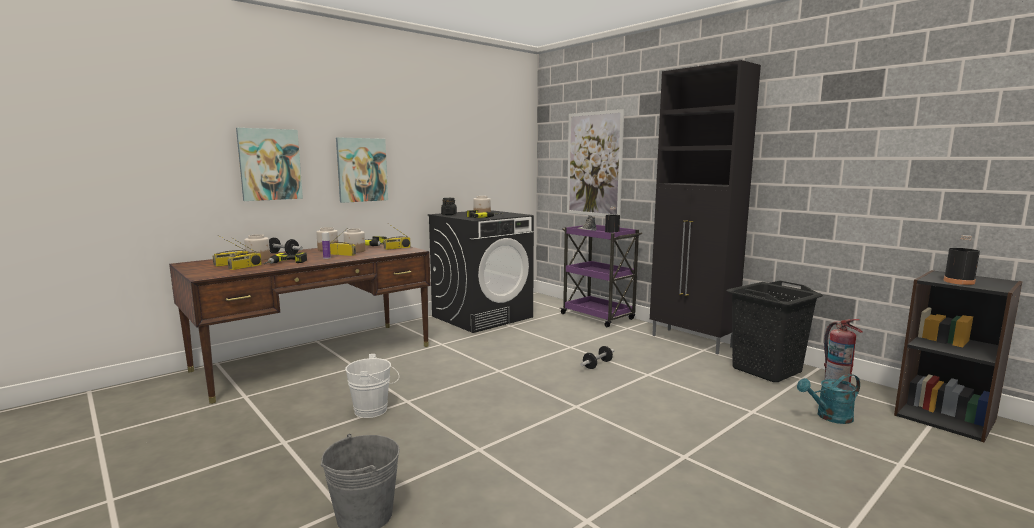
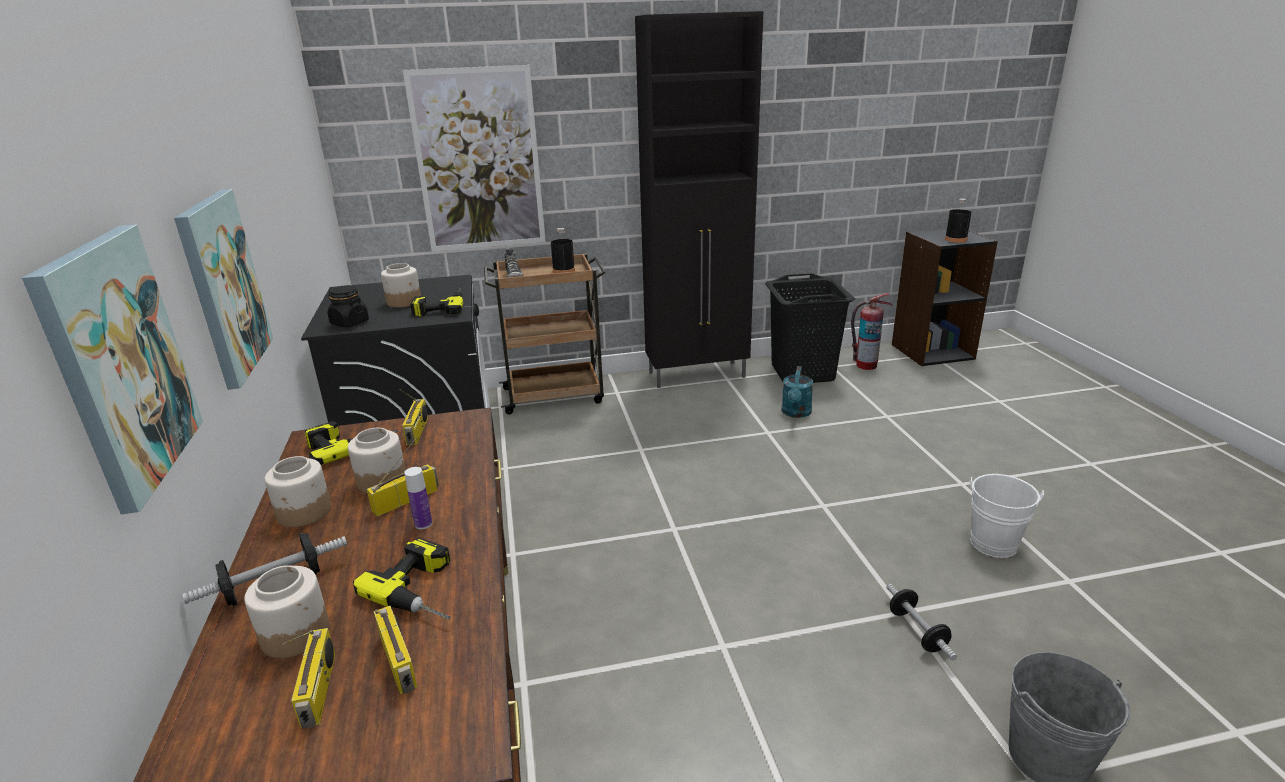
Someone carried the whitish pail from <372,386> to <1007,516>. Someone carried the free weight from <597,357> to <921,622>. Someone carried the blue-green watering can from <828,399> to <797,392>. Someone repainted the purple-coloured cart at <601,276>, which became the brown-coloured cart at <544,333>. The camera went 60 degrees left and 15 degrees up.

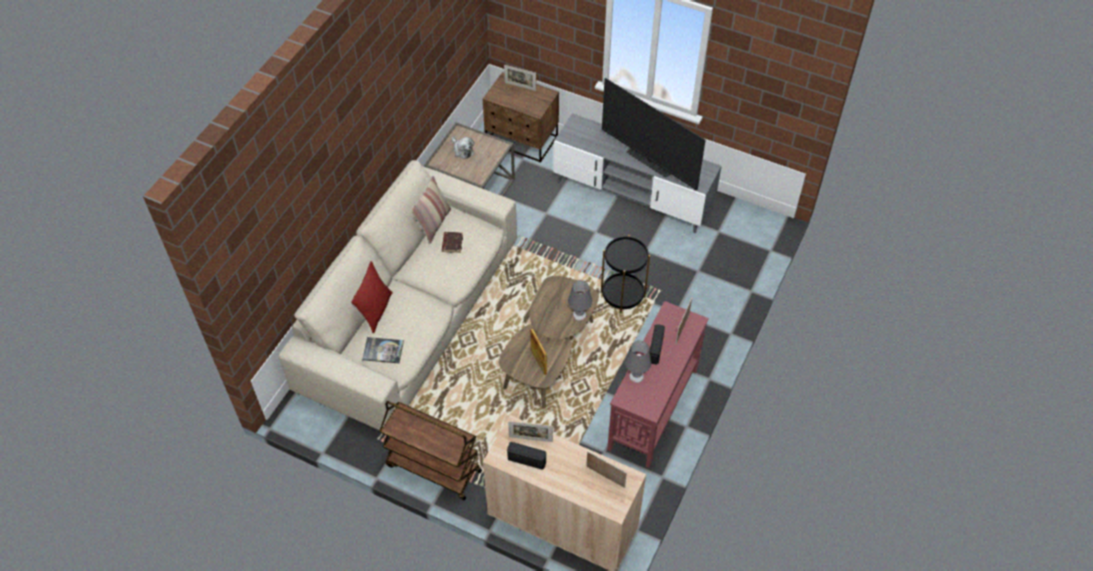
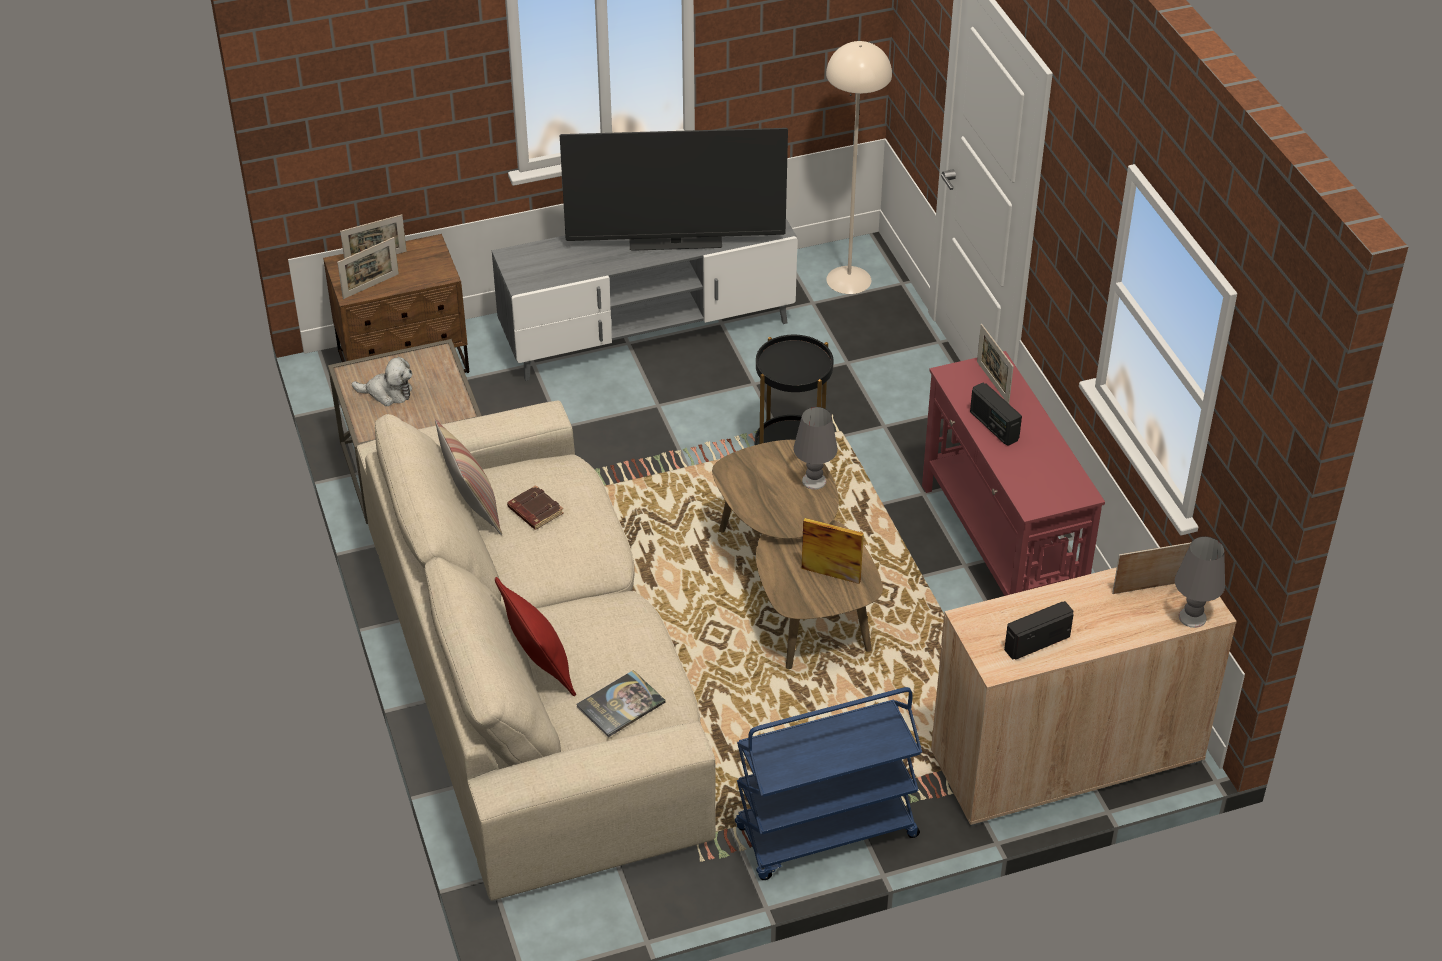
Someone put down the beige standing lamp at <859,167>. Someone carried the picture frame from <530,431> to <368,268>. Someone carried the grey table lamp from <638,362> to <1200,582>. Someone repainted the brown-coloured cart at <430,450>, which became the blue cart at <828,783>. The camera went 45 degrees left and 10 degrees down.

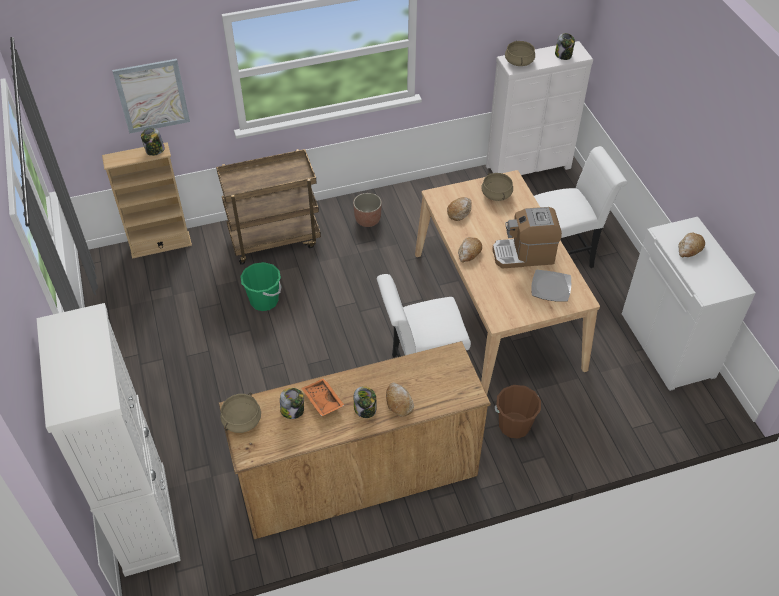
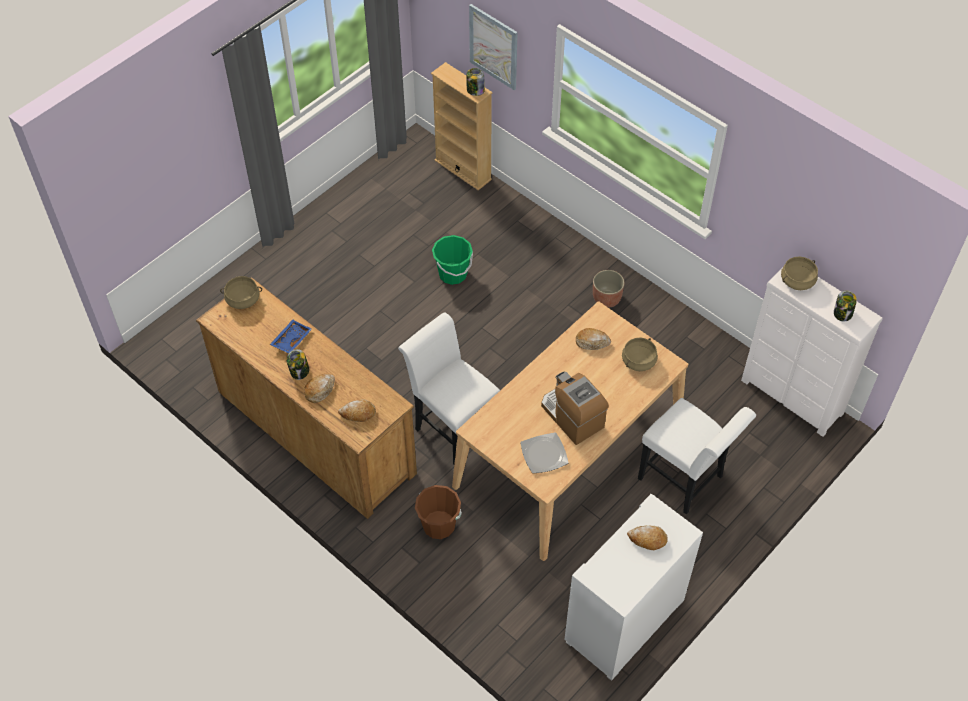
Someone took away the whitish cupboard at <108,440>. Someone took away the brown-coloured cart at <268,207>. Someone took away the storage jar at <292,403>. Someone carried the bakery bread from <470,250> to <357,411>. Someone repainted the orange carrying tray at <323,397>, which became the blue carrying tray at <291,336>. The camera went 60 degrees right and 5 degrees up.

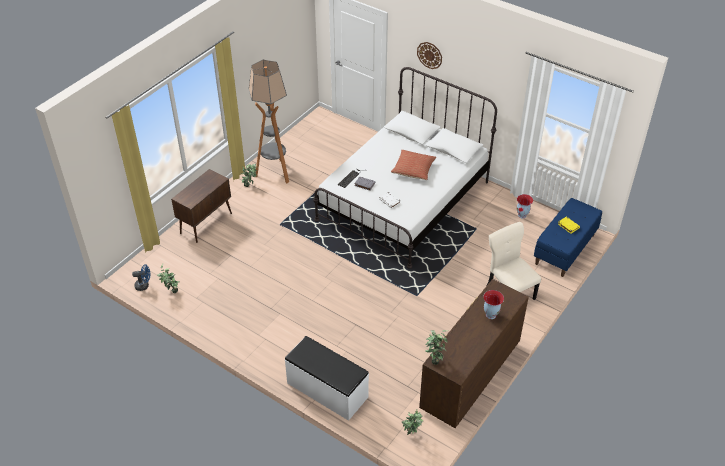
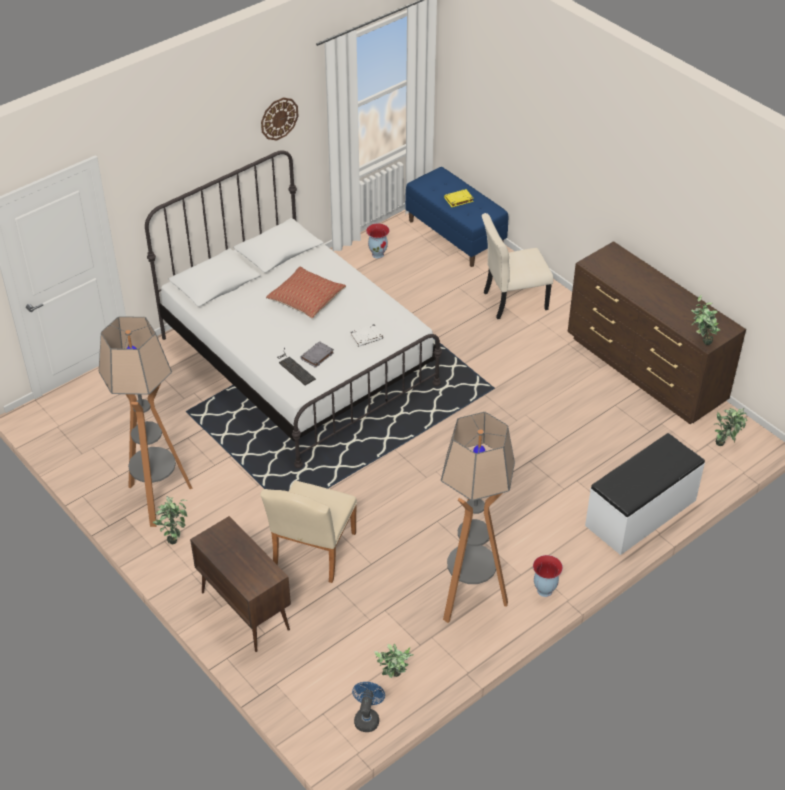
Someone put down the beige upright chair at <308,532>. Someone put down the standing lamp at <478,517>. Someone carried the wall clock from <429,55> to <279,119>. Someone carried the flower vase from <494,304> to <548,576>. The camera went 75 degrees left and 0 degrees up.

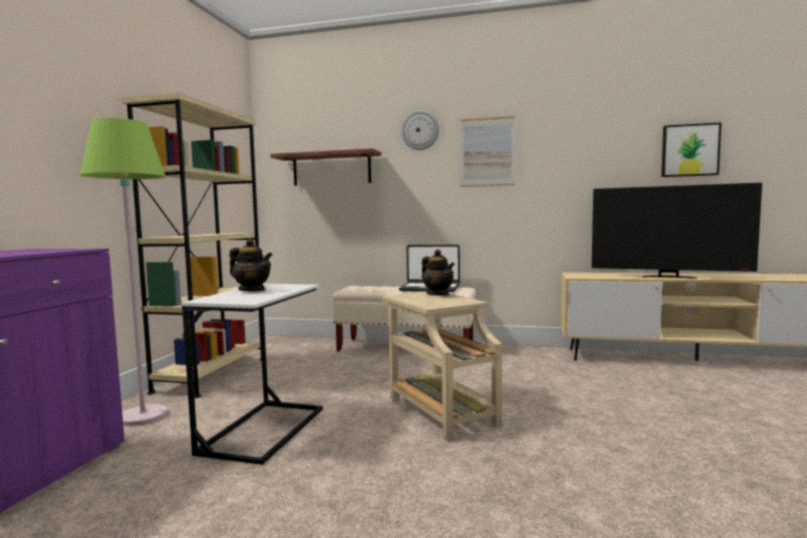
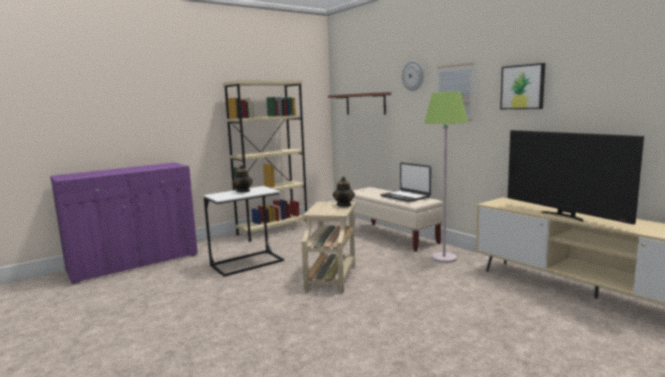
Someone carried the green-coloured standing lamp from <123,272> to <446,177>. Someone carried the picture from <691,149> to <522,86>. The camera went 40 degrees right and 5 degrees up.

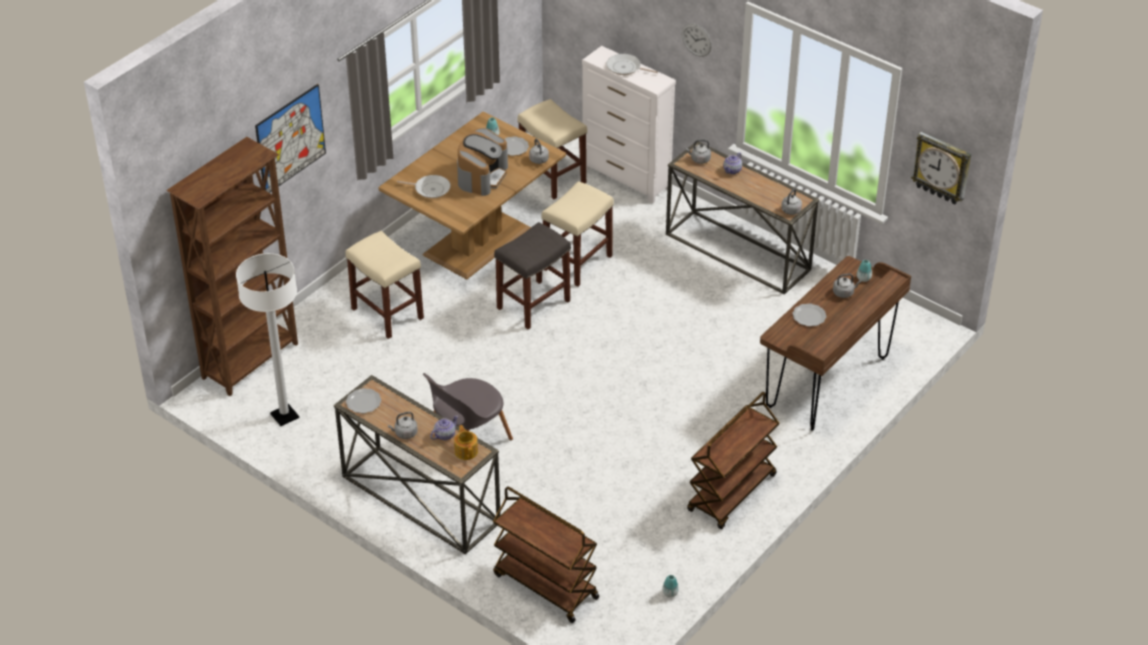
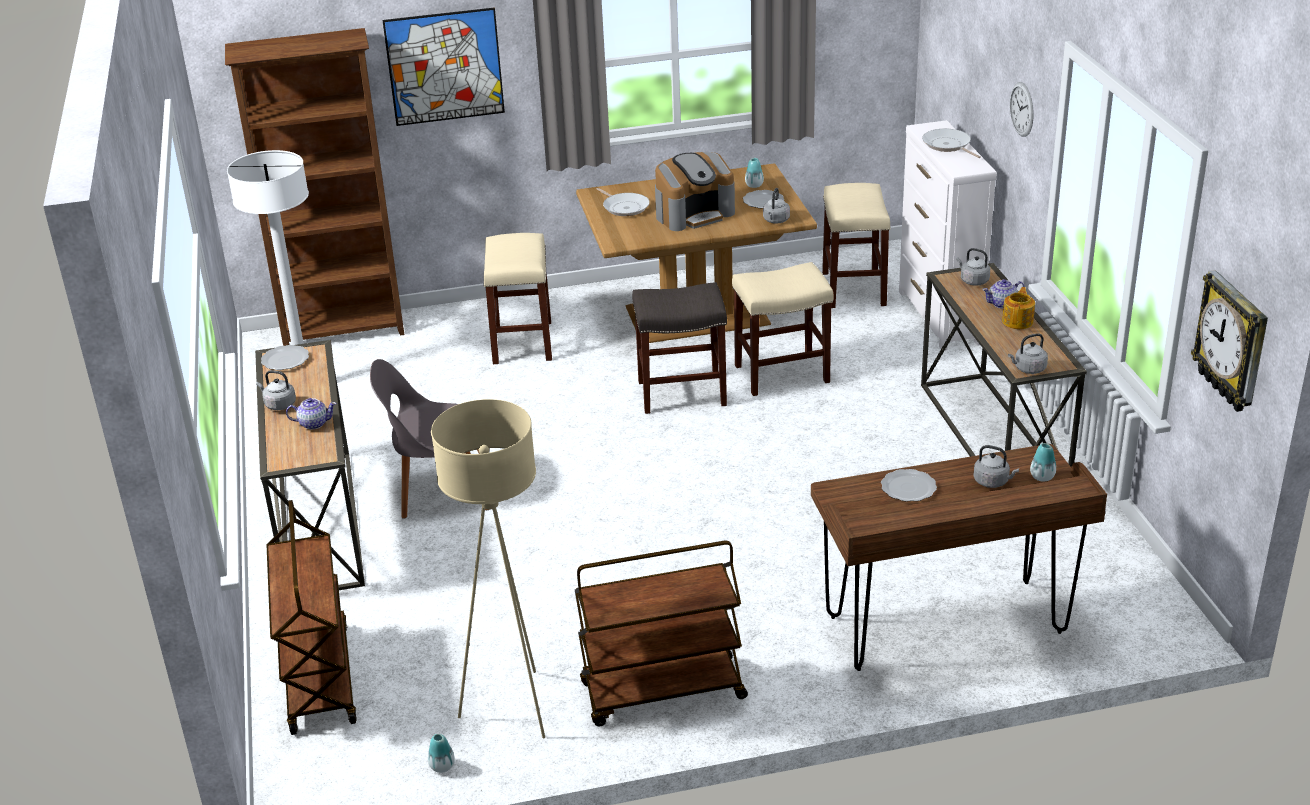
Someone put down the beige standing lamp at <488,568>. Someone carried the pot for tea from <466,442> to <1018,308>. The camera went 40 degrees right and 10 degrees down.

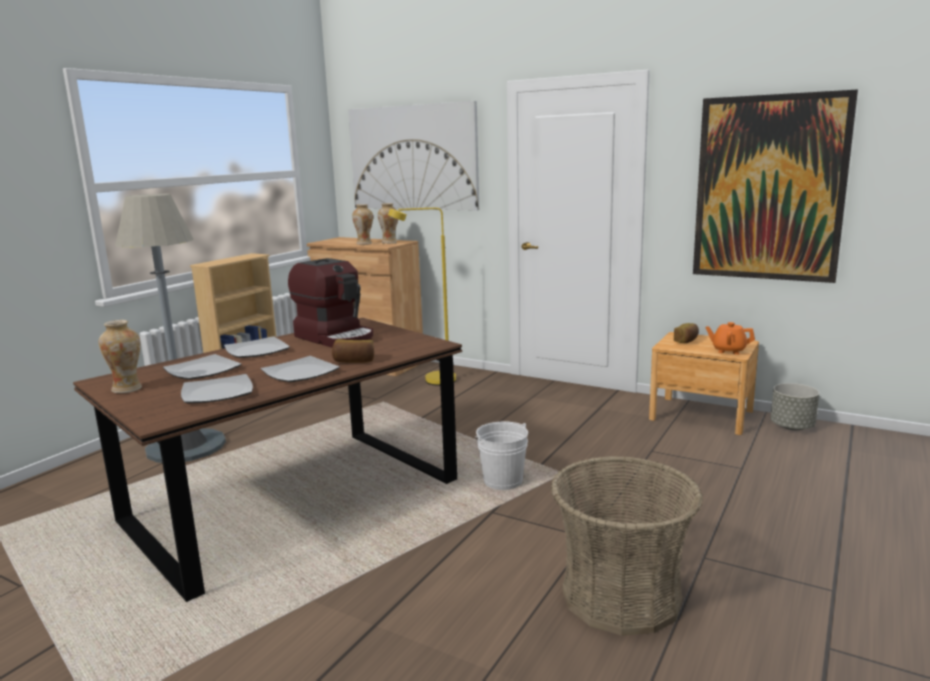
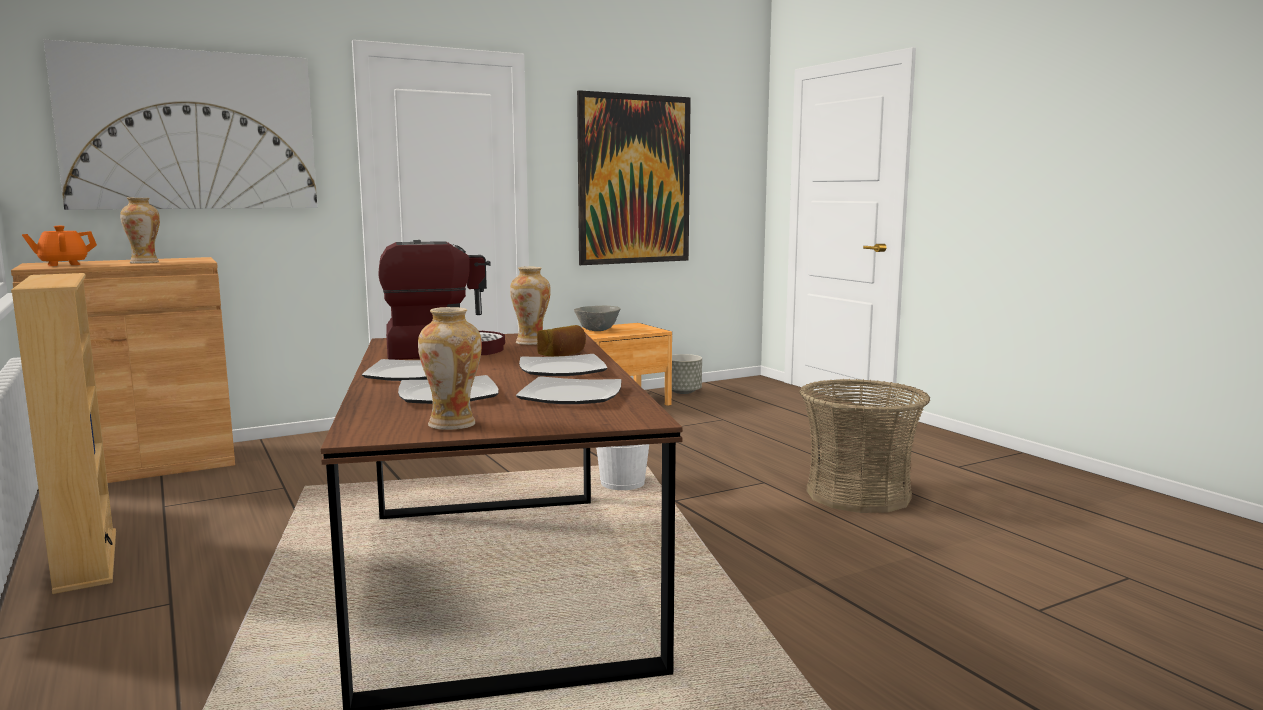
Someone took away the grey standing lamp at <170,328>. Someone took away the yellow standing lamp at <422,297>. Someone carried the flower vase from <388,223> to <530,306>. Someone carried the orange pot for tea from <730,338> to <59,246>. Someone swapped the bakery bread at <686,333> for the grey deep dish at <597,318>. The camera went 60 degrees left and 5 degrees down.

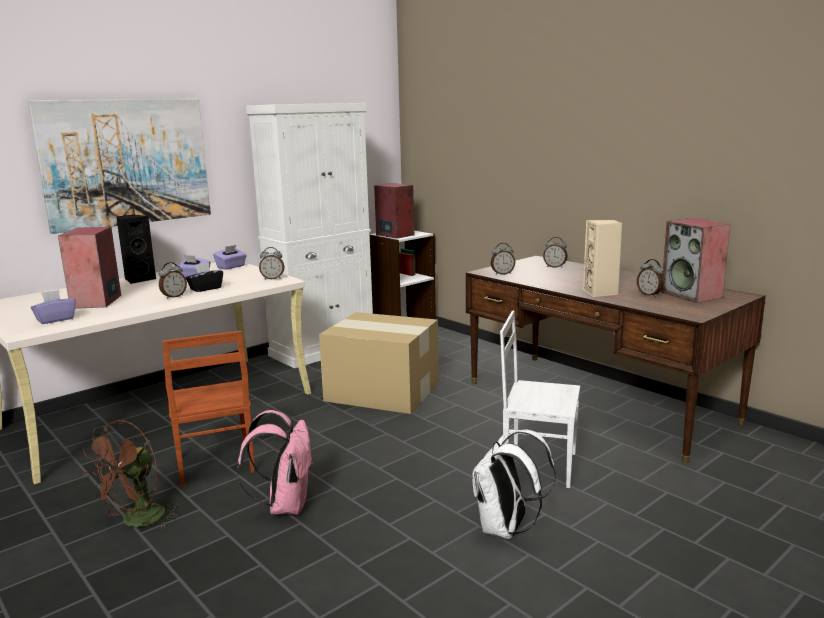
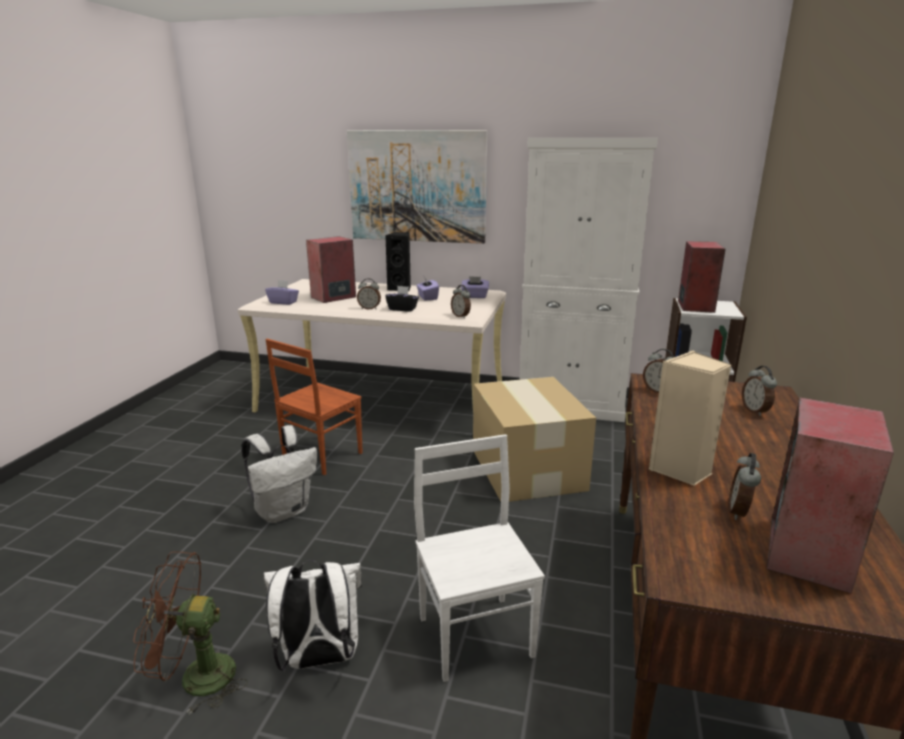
Someone carried the brown-coloured cooling fan from <130,474> to <190,633>. Someone repainted the pinkish rucksack at <275,462>, which became the whitish rucksack at <279,474>. The camera went 55 degrees right and 5 degrees up.

